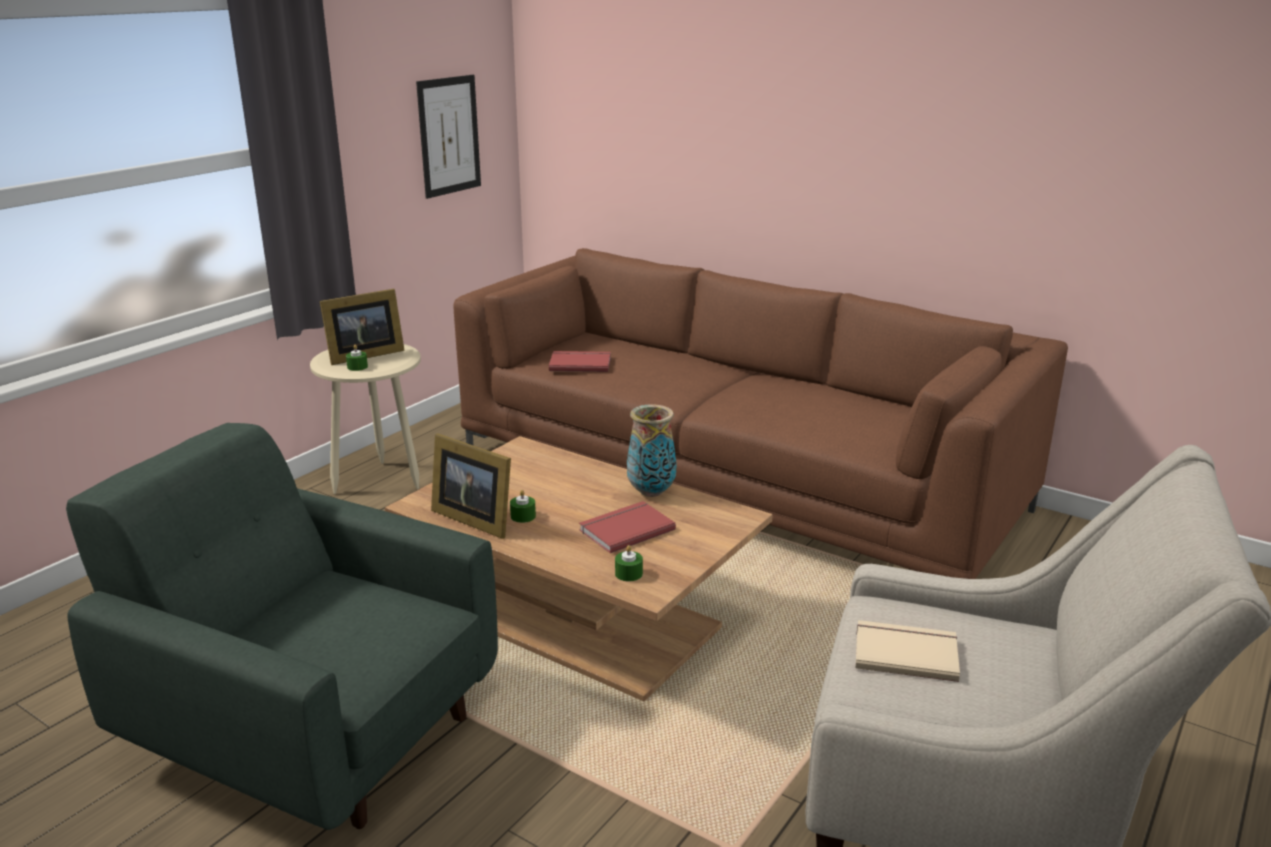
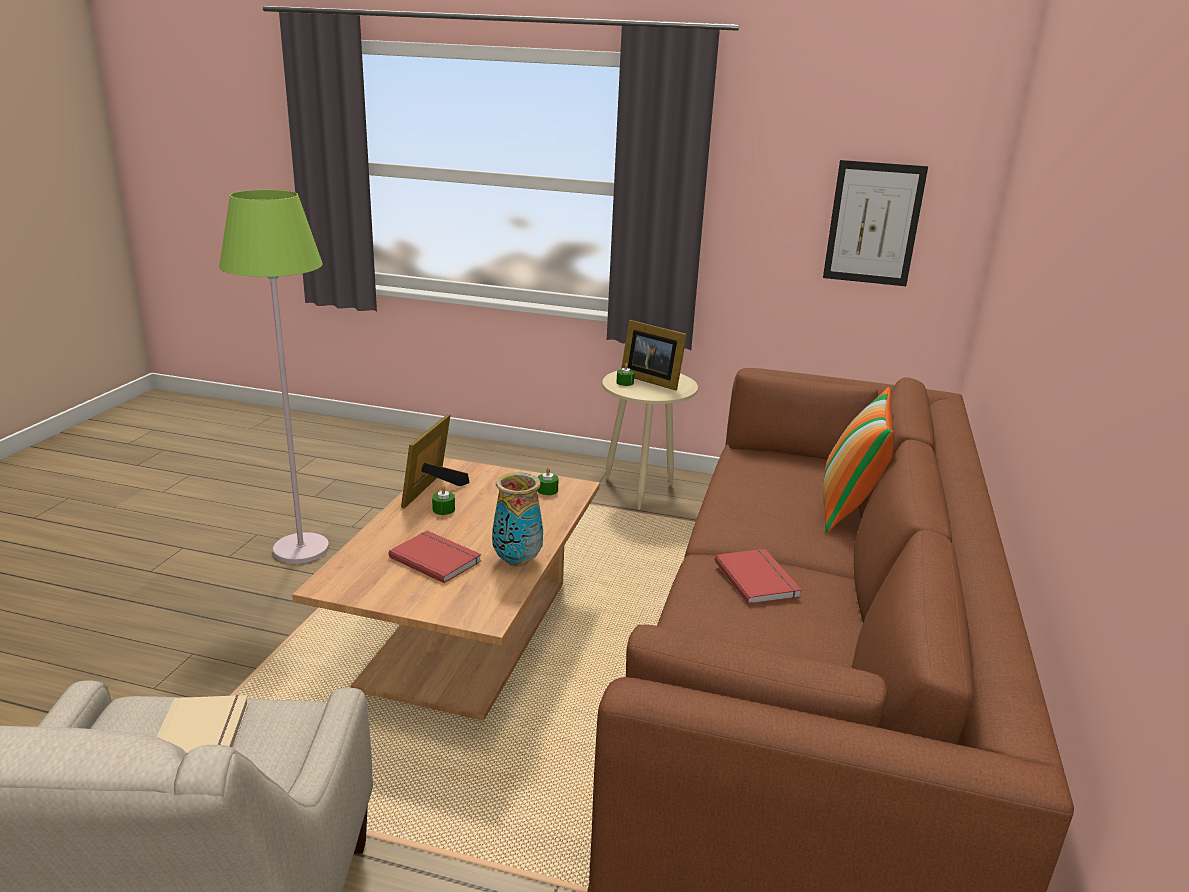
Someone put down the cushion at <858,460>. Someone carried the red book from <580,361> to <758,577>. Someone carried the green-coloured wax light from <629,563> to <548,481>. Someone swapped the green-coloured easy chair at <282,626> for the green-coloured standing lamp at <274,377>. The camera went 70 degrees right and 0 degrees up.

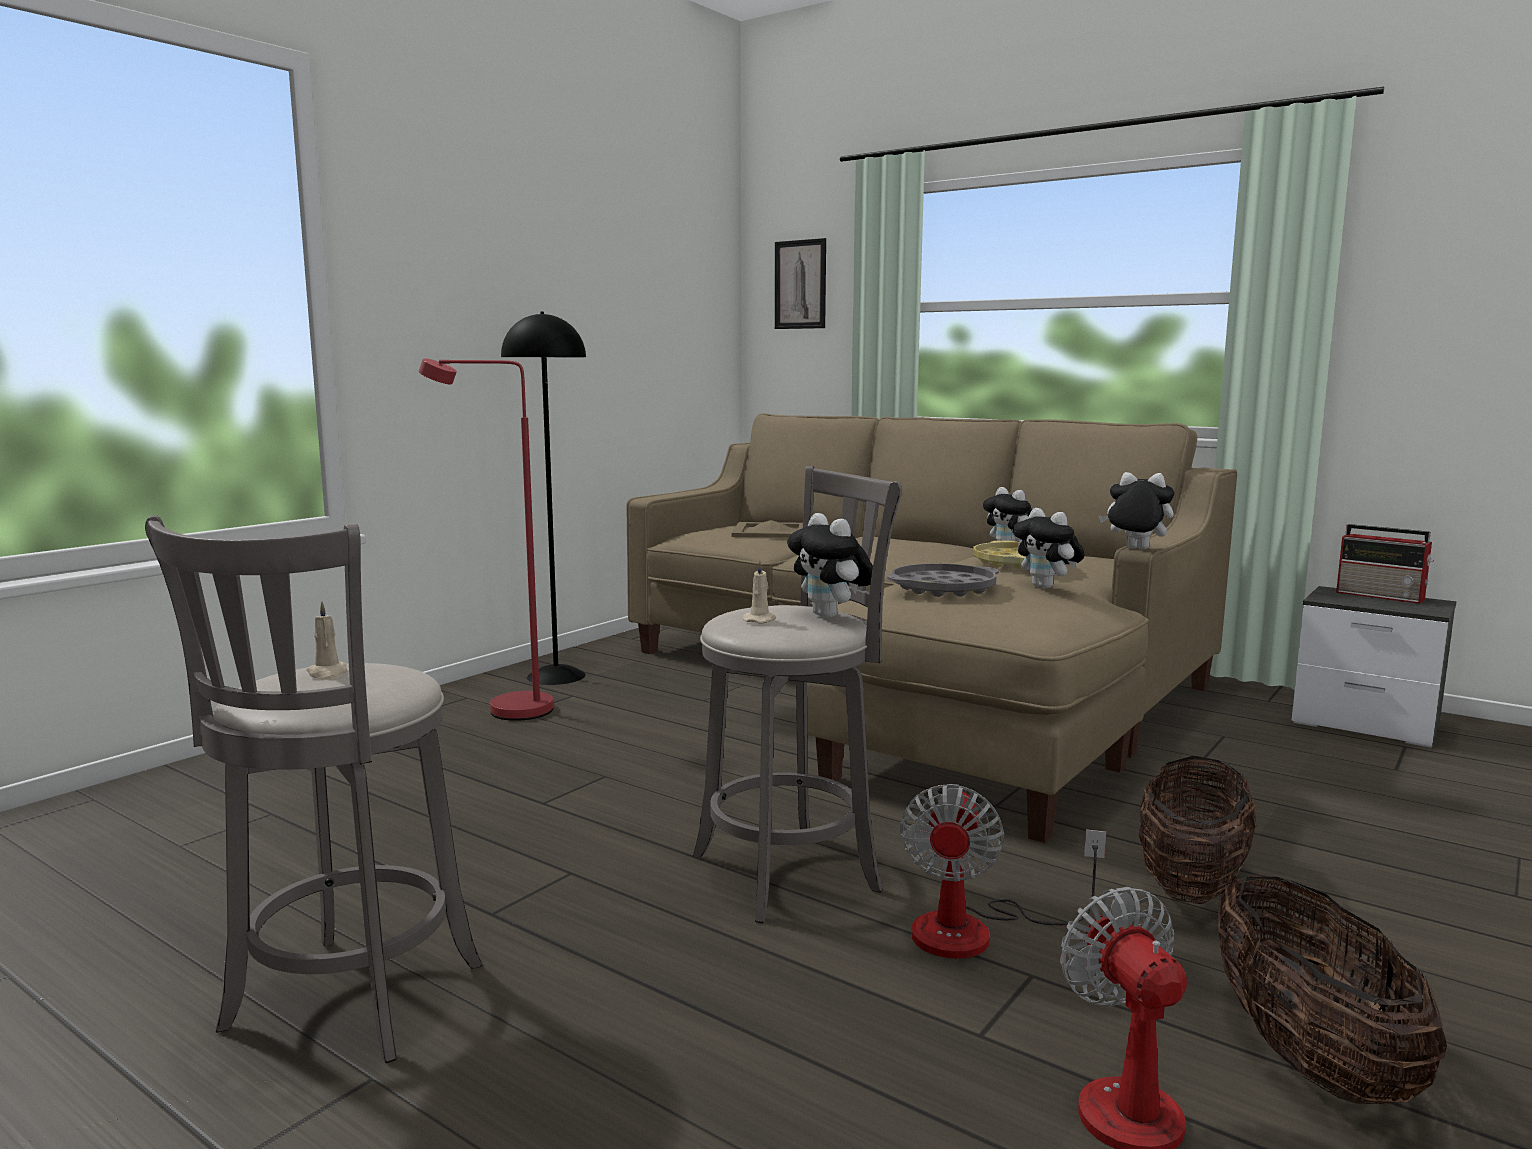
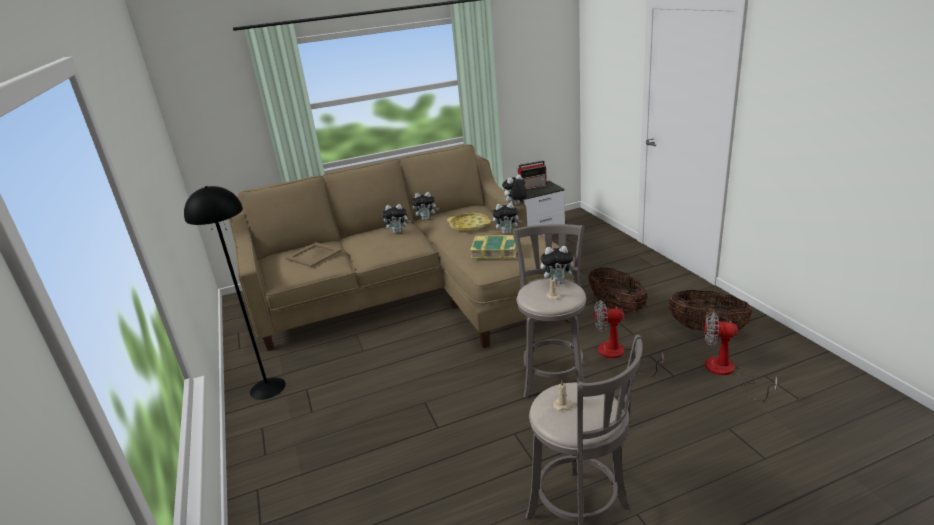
Someone took away the red standing lamp at <486,539>. Someone took away the picture at <800,283>. Someone put down the cuddly toy at <396,219>. Someone swapped the grey carrying tray at <943,580> for the book at <493,246>. Someone rotated the cooling fan at <1003,871> by 135 degrees clockwise. The camera went 55 degrees left and 15 degrees up.

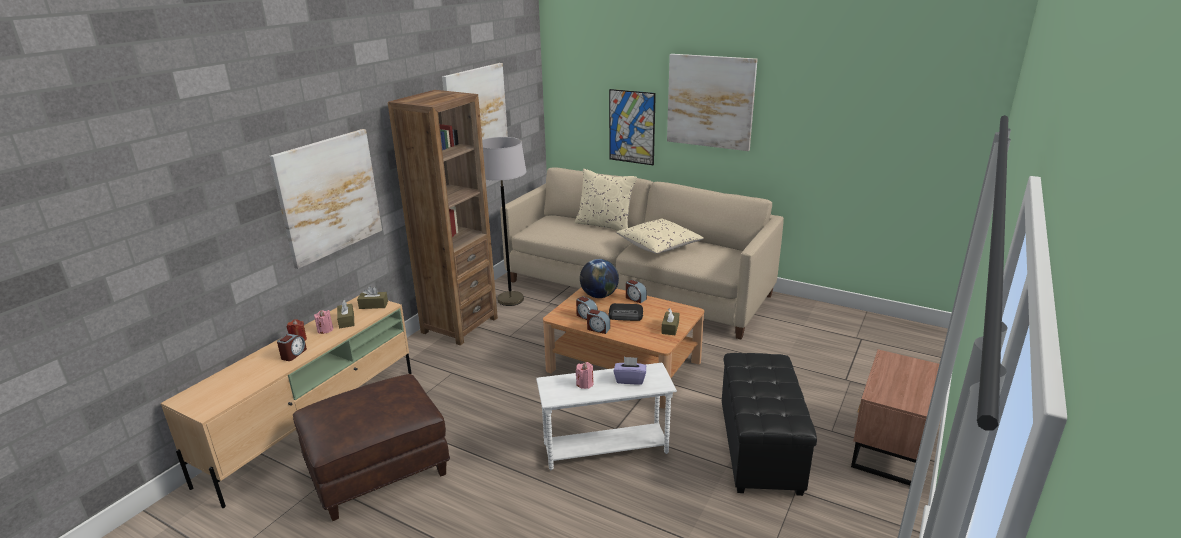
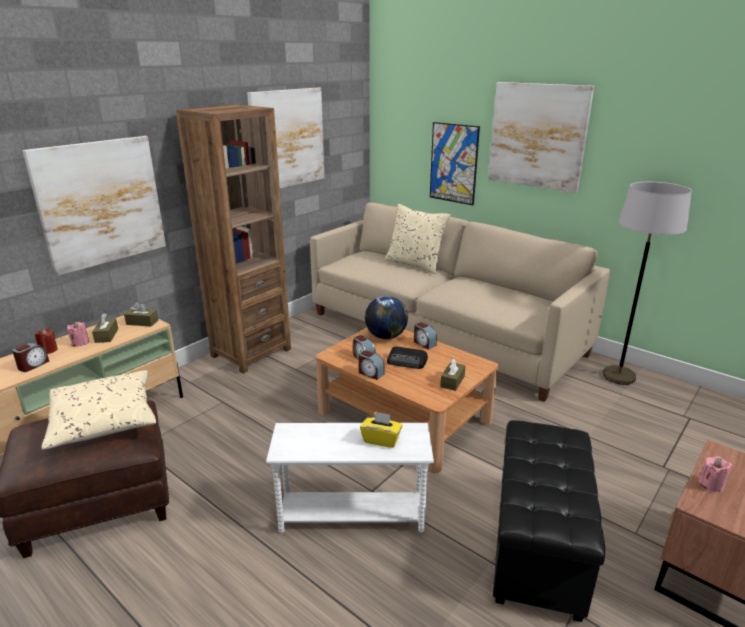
Someone carried the grey standing lamp from <504,221> to <647,283>. Someone carried the pinkish wax light from <585,375> to <715,474>. Someone carried the beige cushion from <660,236> to <99,410>. Someone repainted the purple-coloured tissue box at <630,371>, which became the yellow tissue box at <381,429>. The camera went 10 degrees right and 0 degrees up.

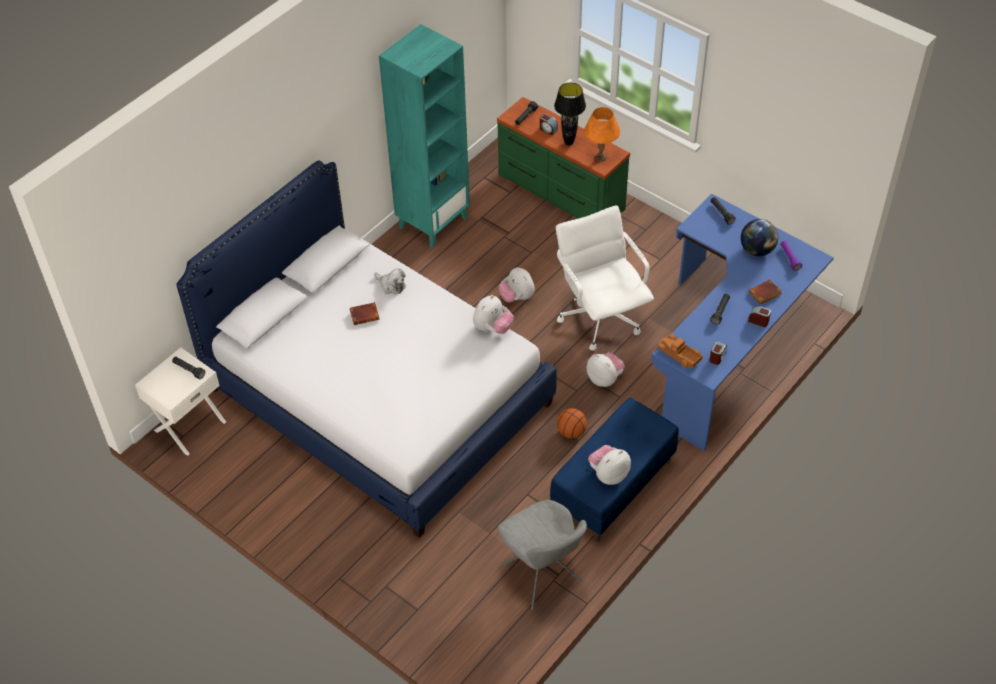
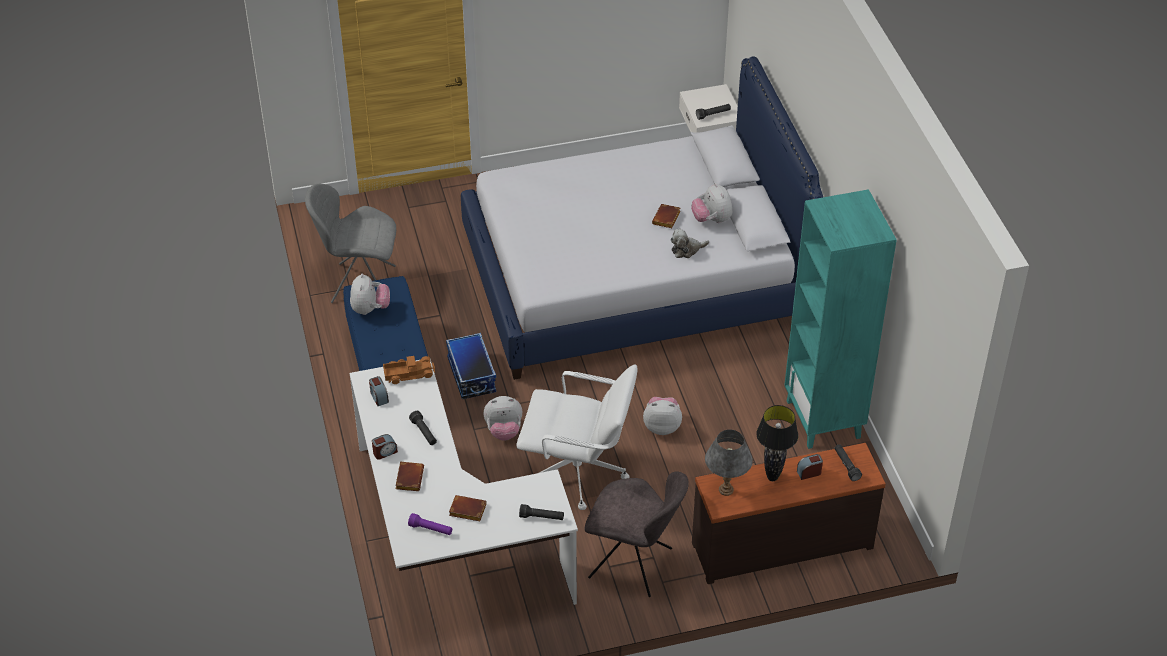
Someone put down the grey upright chair at <636,534>. Someone carried the cuddly toy from <493,314> to <711,203>. Someone swapped the basketball ball at <572,423> for the storage container at <471,366>. Someone swapped the globe at <759,237> for the brown-coloured book at <468,508>. Someone repainted the green-coloured dresser at <563,158>, which became the brown-coloured dresser at <789,513>. Someone repainted the orange table lamp at <602,134>, which became the grey table lamp at <729,462>. Someone repainted the blue desk table at <743,322>, which became the whitish desk table at <464,482>. The camera went 125 degrees right and 5 degrees down.

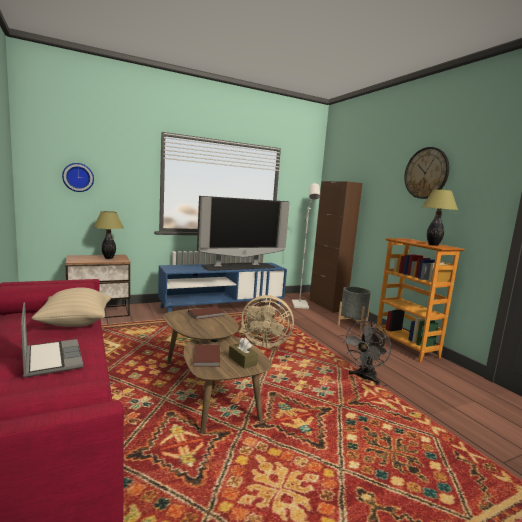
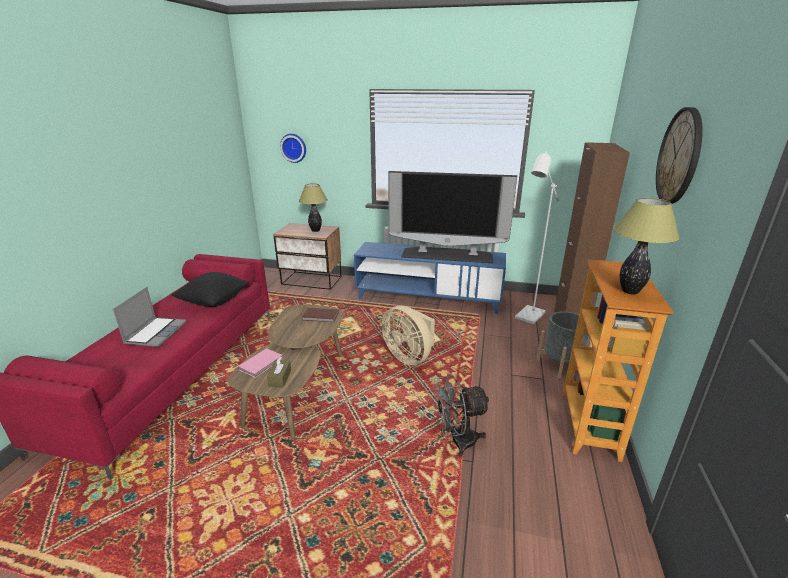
Someone repainted the beige cushion at <71,307>, which became the black cushion at <210,289>. Someone repainted the brown-coloured book at <206,356>, which became the pinkish book at <260,362>. The camera went 40 degrees right and 15 degrees up.

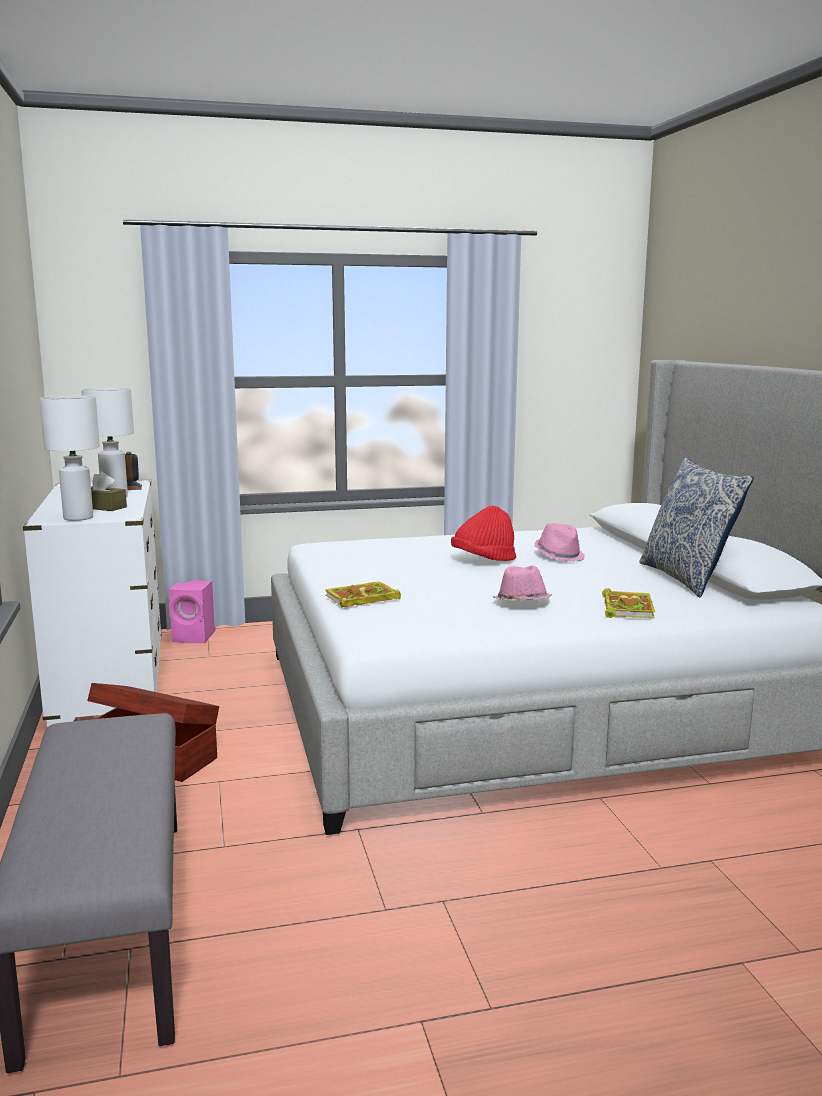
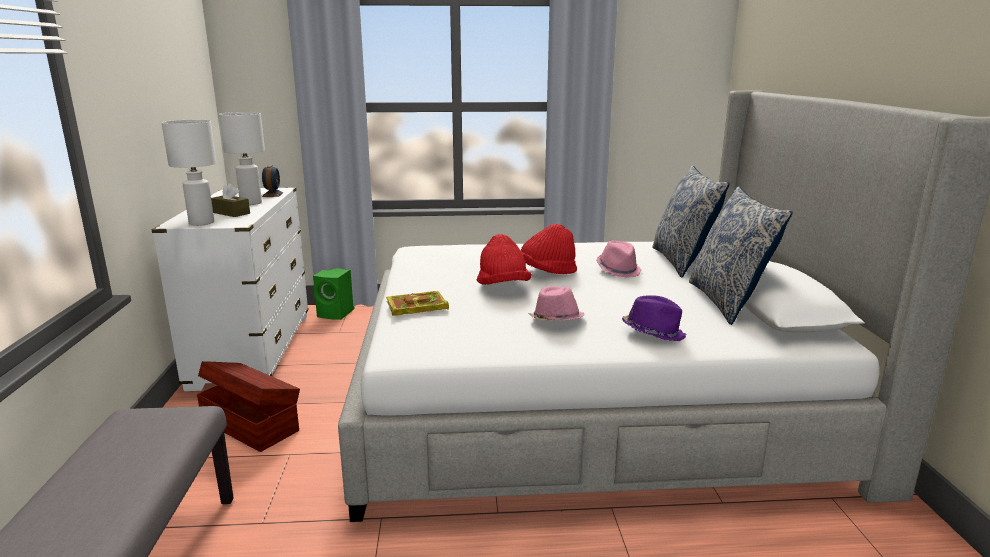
Someone put down the red clothing hat at <504,259>. Someone put down the cushion at <691,221>. Someone swapped the book at <628,603> for the purple-coloured clothing hat at <654,318>. Someone repainted the pinkish speaker at <192,611>, which became the green-coloured speaker at <334,294>. The camera went 10 degrees right and 5 degrees up.

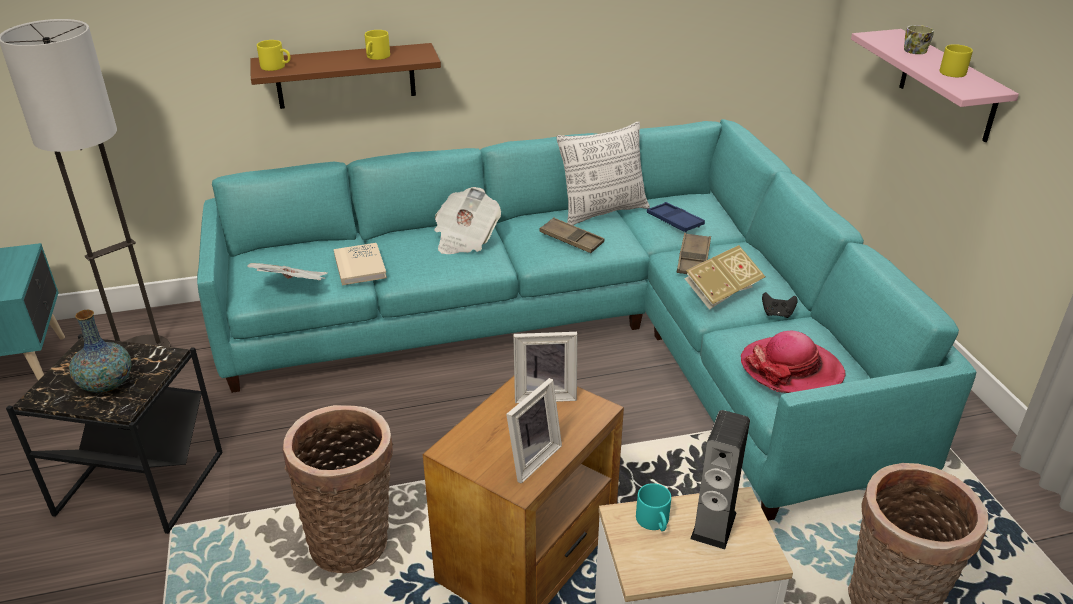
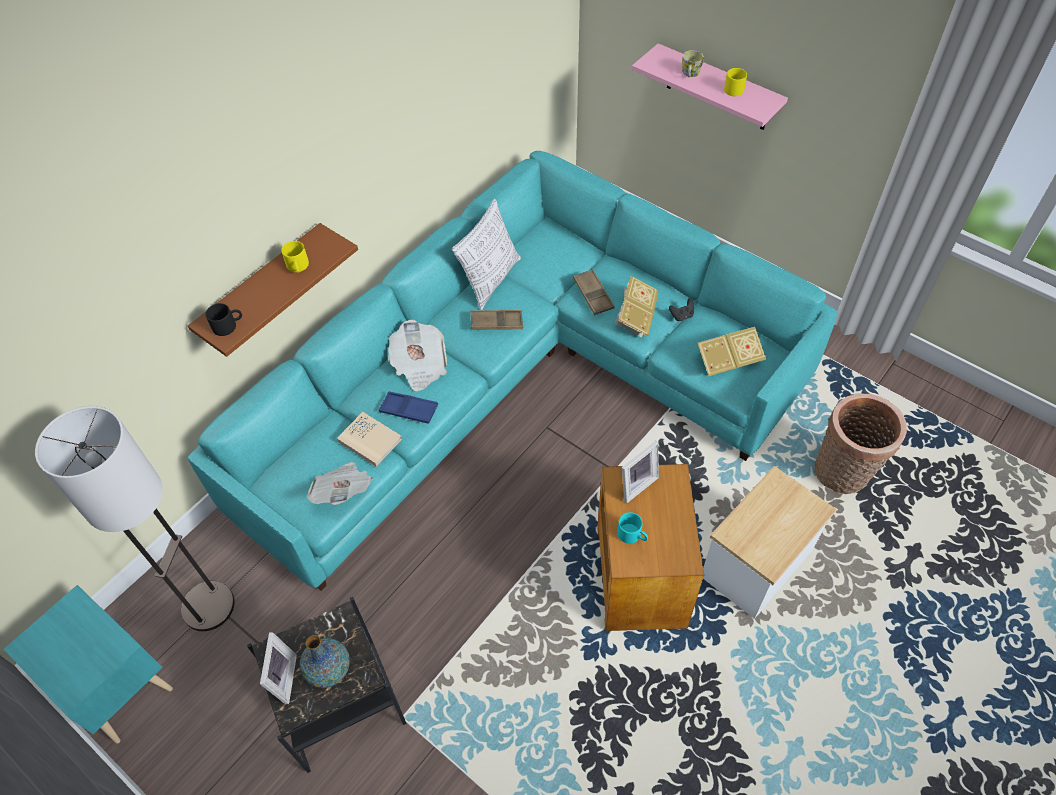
Someone took away the household basket at <337,489>. Someone took away the speaker at <720,480>. Someone carried the picture frame from <534,430> to <278,668>. Someone carried the blue-green mug from <653,507> to <632,528>. Someone carried the blue carrying tray from <676,217> to <408,407>. Someone swapped the clothing hat at <793,362> for the book at <731,351>. Someone repainted the yellow mug at <274,55>, which became the black mug at <223,319>. The camera went 35 degrees left and 20 degrees up.

